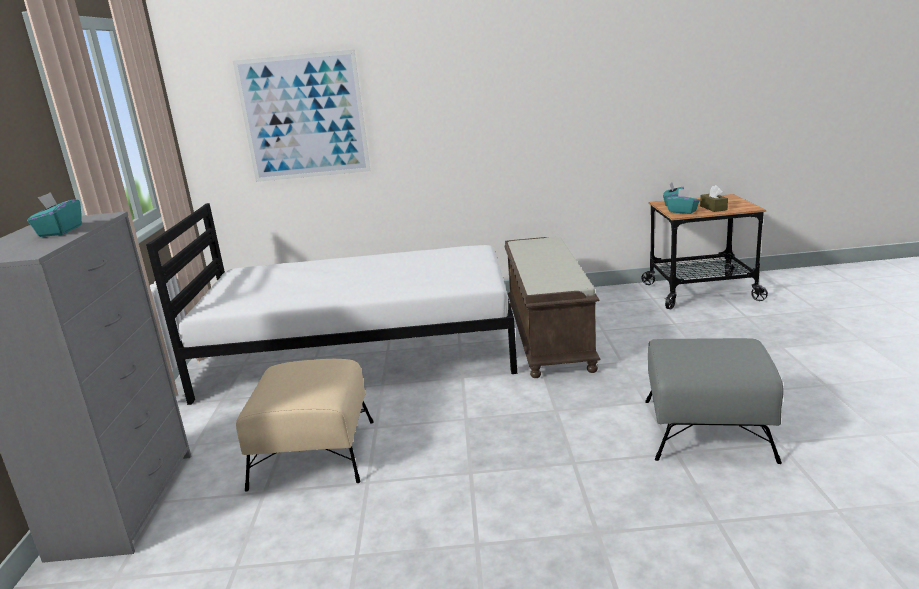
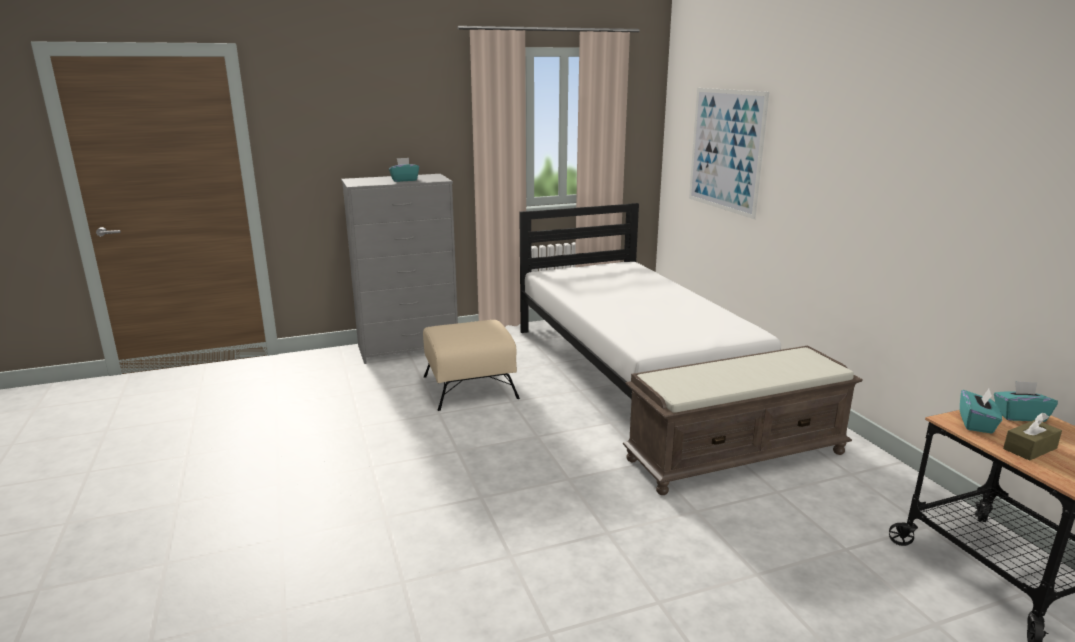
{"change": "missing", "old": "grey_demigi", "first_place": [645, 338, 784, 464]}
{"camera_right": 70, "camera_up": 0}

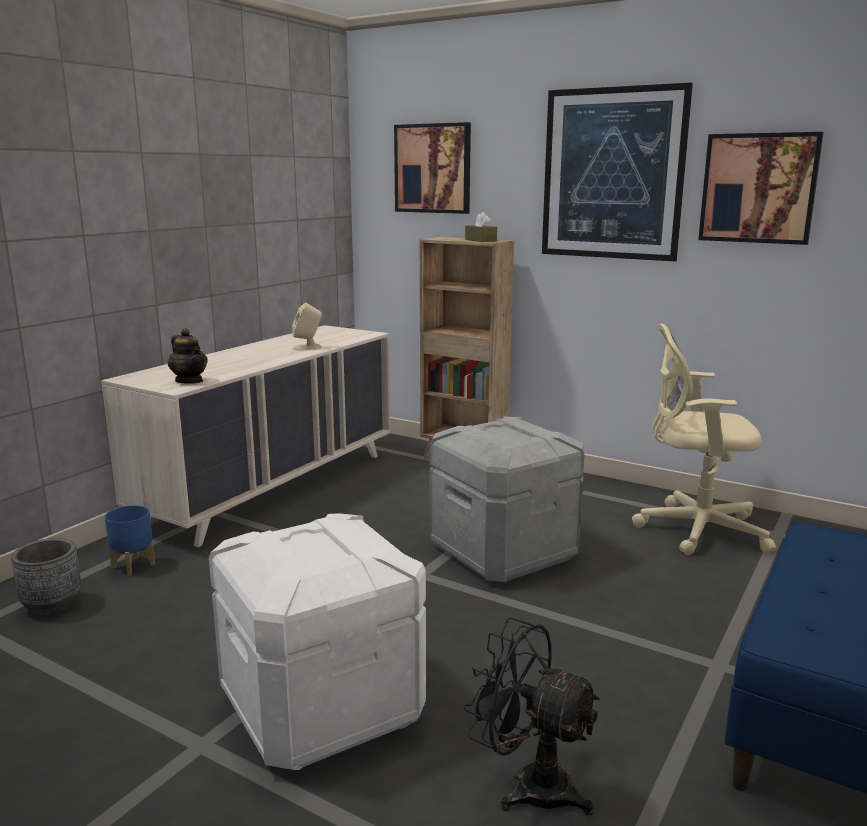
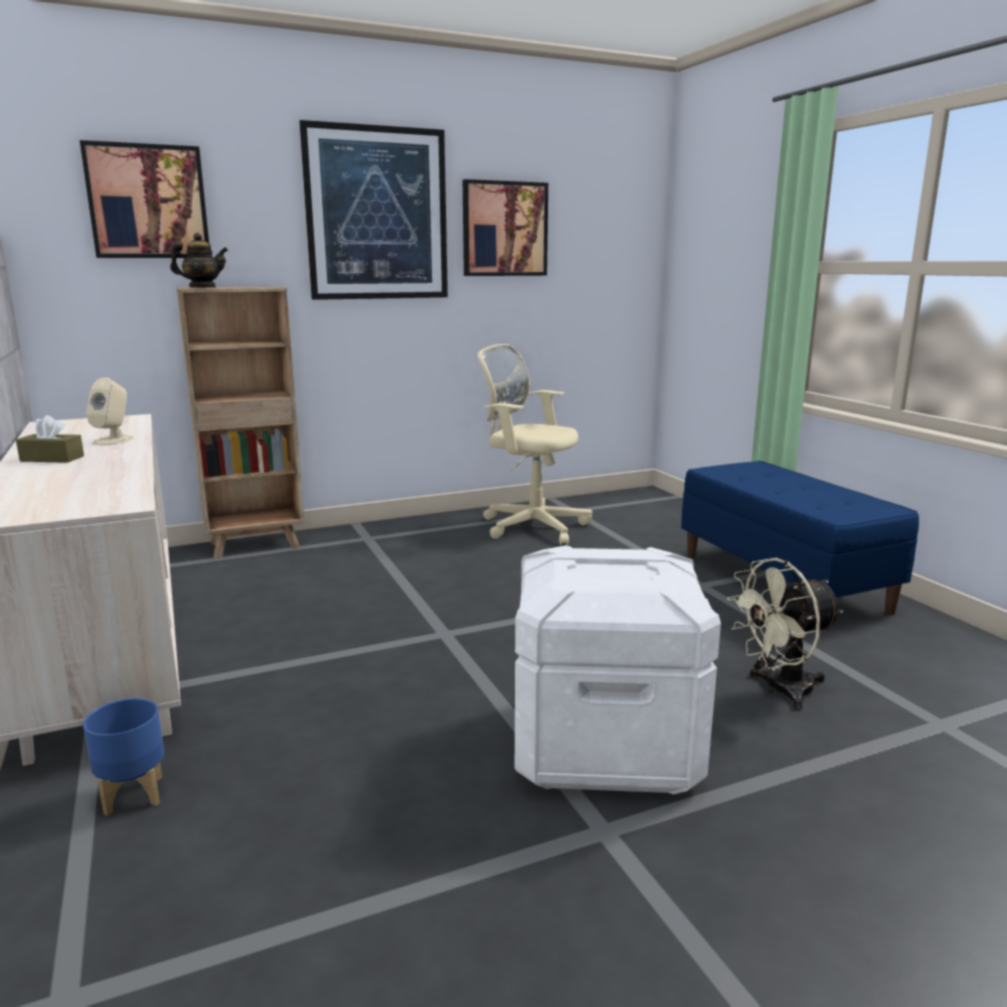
{"change": "missing", "old": "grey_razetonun", "first_place": [11, 538, 81, 616]}
{"change": "missing", "old": "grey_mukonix", "first_place": [430, 416, 585, 582]}
{"change": "relocated", "old": "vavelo", "first_place": [168, 328, 208, 384], "second_place": [170, 233, 228, 288]}
{"change": "relocated", "old": "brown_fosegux", "first_place": [465, 212, 497, 242], "second_place": [16, 415, 84, 463]}
{"change": "colour", "old": "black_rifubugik", "new": "beige_rifubugik", "first_place": [463, 617, 600, 815], "second_place": [727, 558, 843, 710]}
{"change": "spun", "old": "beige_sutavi", "first_place": [632, 323, 776, 555], "second_place": [477, 344, 592, 545], "degrees": 75}
{"camera_right": -55, "camera_up": 0}

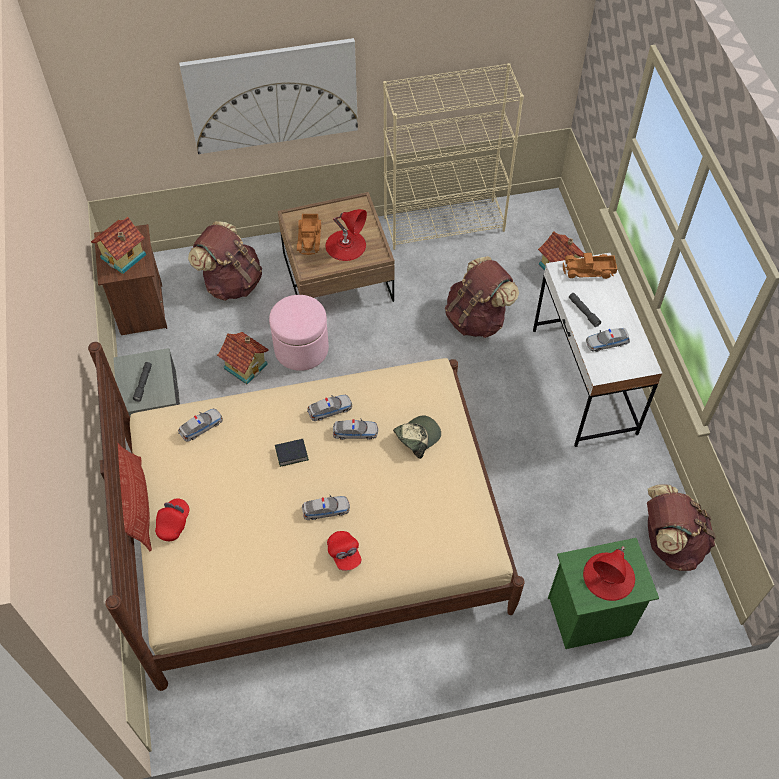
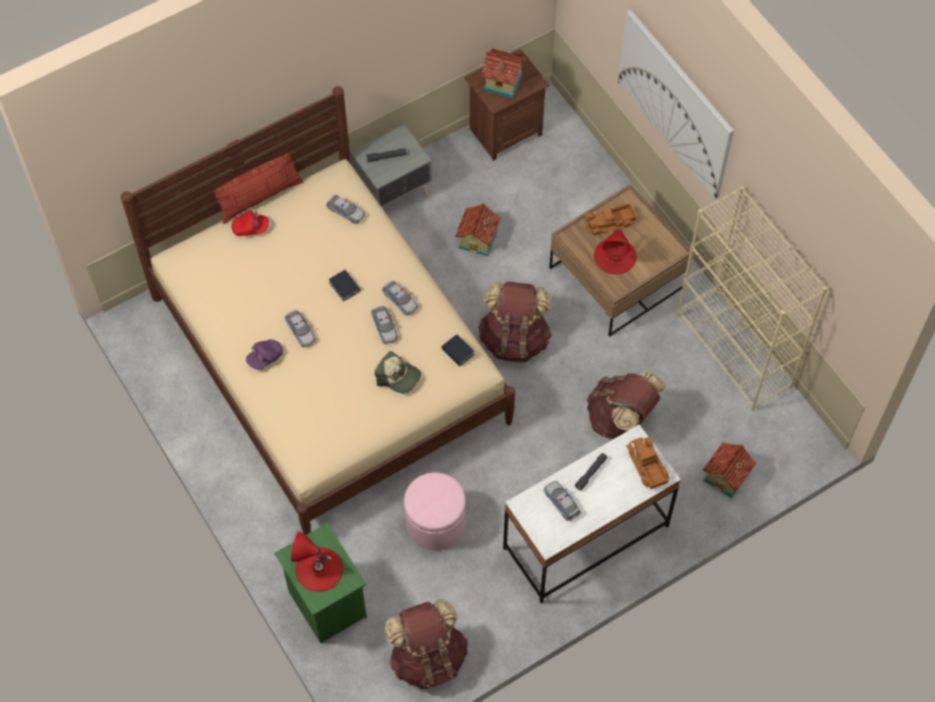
{"change": "appeared", "new": "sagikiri", "second_place": [441, 335, 475, 366]}
{"change": "relocated", "old": "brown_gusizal", "first_place": [188, 221, 262, 301], "second_place": [478, 282, 552, 362]}
{"change": "relocated", "old": "pink_demigi", "first_place": [269, 295, 329, 371], "second_place": [404, 472, 466, 550]}
{"change": "colour", "old": "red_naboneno", "new": "purple_naboneno", "first_place": [327, 531, 361, 571], "second_place": [246, 339, 283, 370]}
{"camera_right": 70, "camera_up": 5}

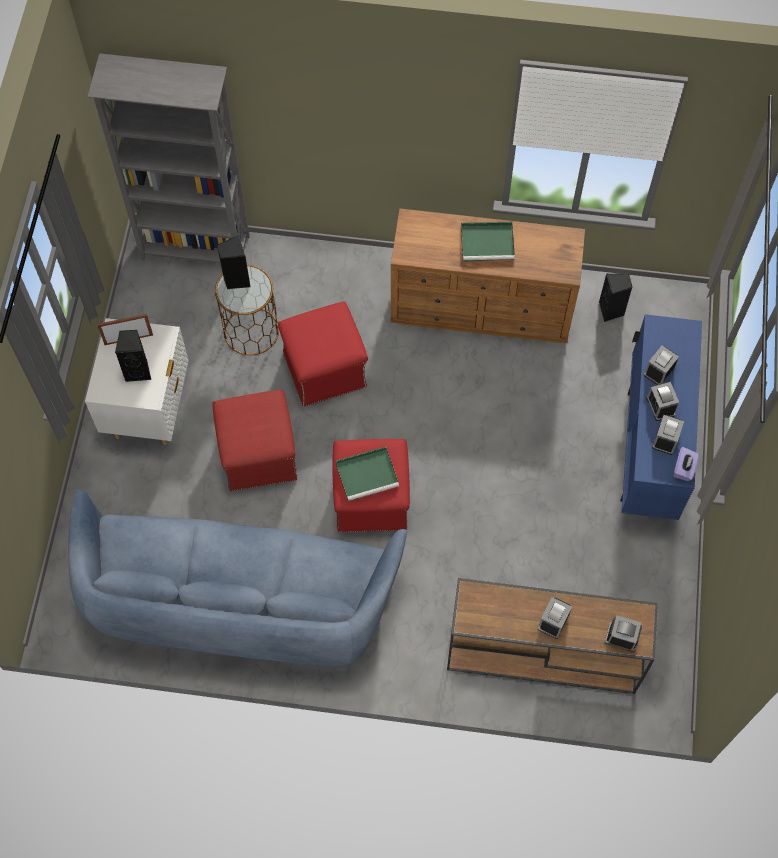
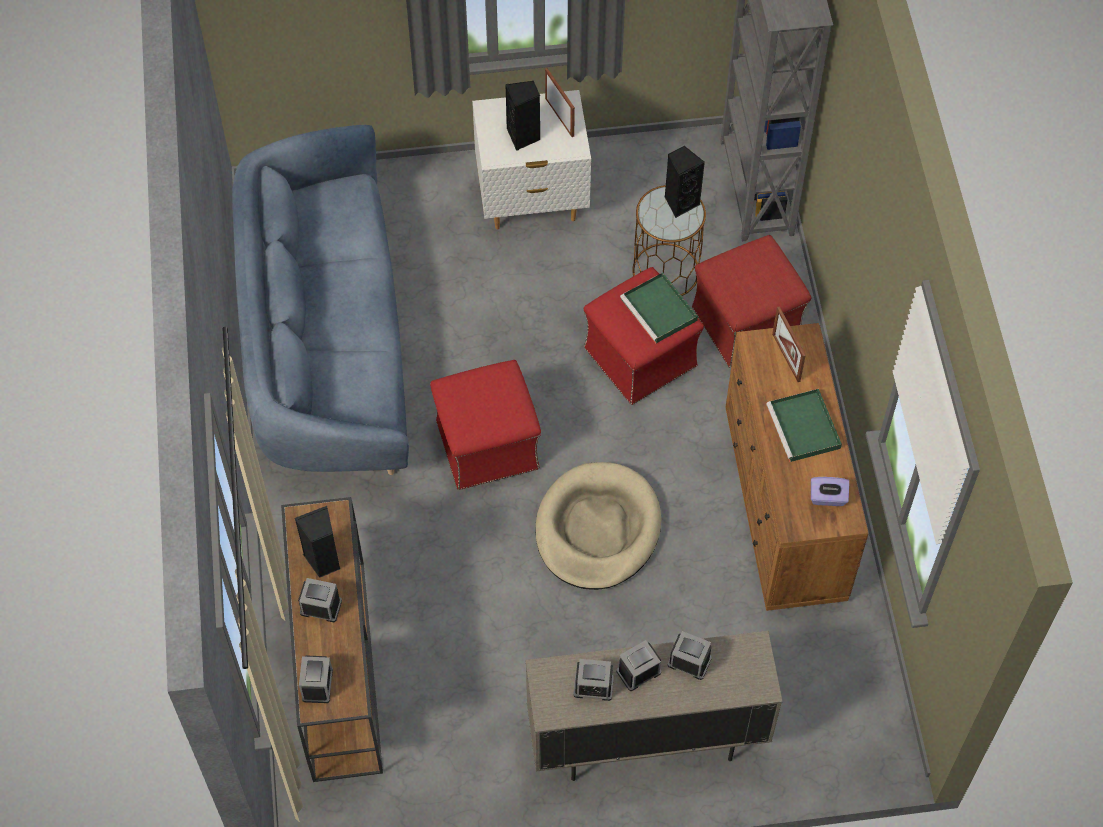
{"change": "appeared", "new": "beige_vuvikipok", "second_place": [535, 462, 662, 590]}
{"change": "appeared", "new": "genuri", "second_place": [772, 306, 806, 382]}
{"change": "relocated", "old": "red_demigi", "first_place": [212, 390, 298, 491], "second_place": [692, 235, 811, 368]}
{"change": "relocated", "old": "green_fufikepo", "first_place": [335, 446, 399, 501], "second_place": [620, 272, 698, 344]}
{"change": "relocated", "old": "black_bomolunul", "first_place": [599, 273, 633, 322], "second_place": [294, 506, 340, 578]}
{"change": "relocated", "old": "purple_fosegux", "first_place": [674, 447, 699, 481], "second_place": [811, 477, 849, 506]}
{"change": "colour", "old": "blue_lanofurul", "new": "beige_lanofurul", "first_place": [620, 314, 702, 520], "second_place": [525, 631, 783, 781]}
{"camera_right": 75, "camera_up": -5}

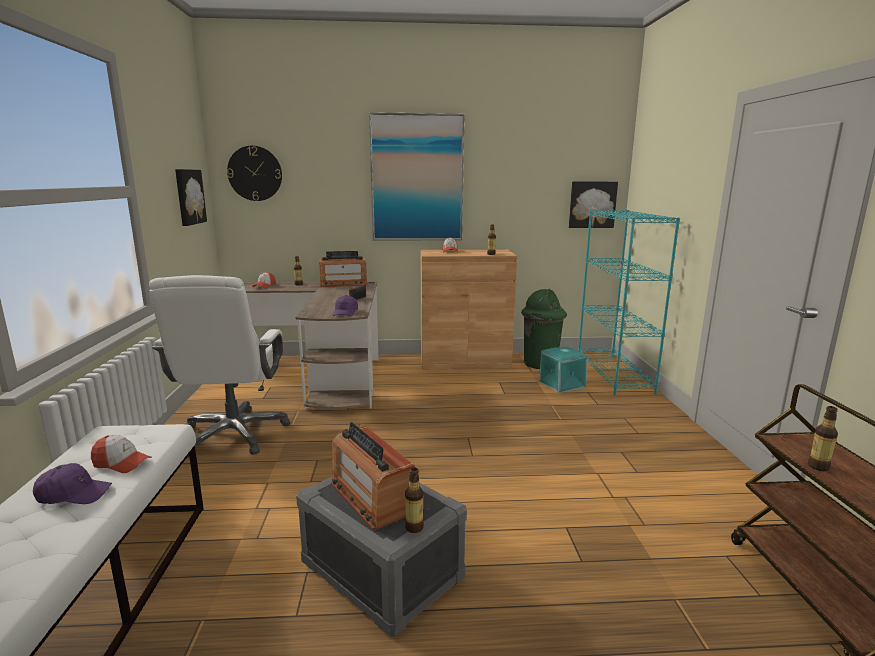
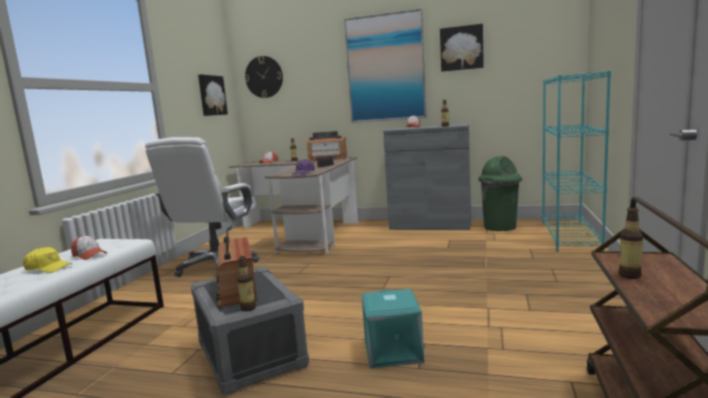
{"change": "relocated", "old": "turquoise_mukonix", "first_place": [539, 346, 588, 393], "second_place": [362, 289, 424, 369]}
{"change": "relocated", "old": "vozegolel", "first_place": [569, 181, 618, 228], "second_place": [440, 24, 484, 72]}
{"change": "colour", "old": "purple_naboneno", "new": "yellow_naboneno", "first_place": [33, 463, 112, 504], "second_place": [23, 247, 72, 273]}
{"change": "colour", "old": "brown_lanofurul", "new": "grey_lanofurul", "first_place": [421, 250, 517, 370], "second_place": [383, 124, 471, 230]}
{"camera_right": 20, "camera_up": -5}

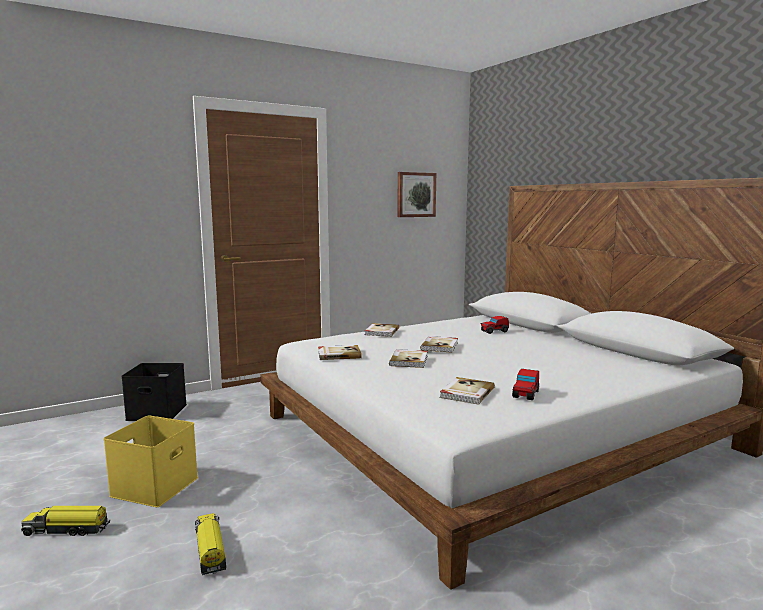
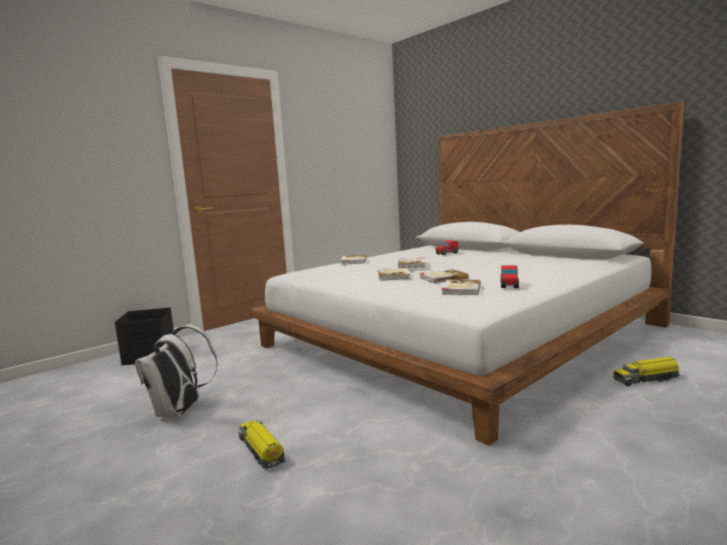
{"change": "missing", "old": "vozegolel", "first_place": [397, 172, 436, 217]}
{"change": "relocated", "old": "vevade", "first_place": [21, 506, 110, 536], "second_place": [613, 357, 680, 386]}
{"change": "relocated", "old": "sagikiri", "first_place": [318, 345, 362, 360], "second_place": [419, 269, 469, 283]}
{"change": "exchanged", "old": "yellow_mukonix", "new": "white_gusizal", "first_place": [103, 415, 198, 507], "second_place": [135, 325, 218, 417]}
{"camera_right": -10, "camera_up": 0}

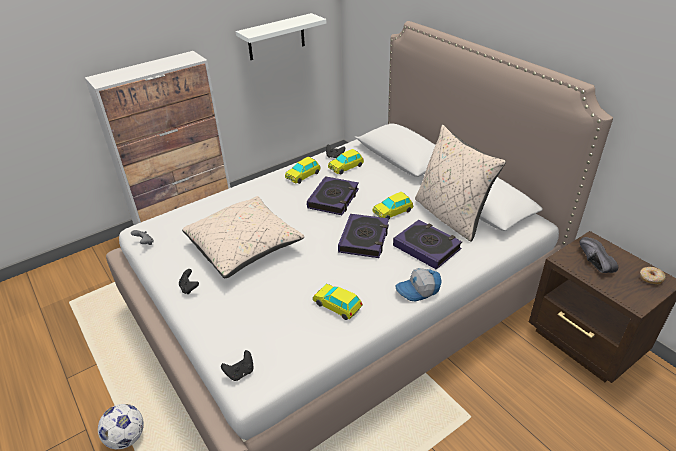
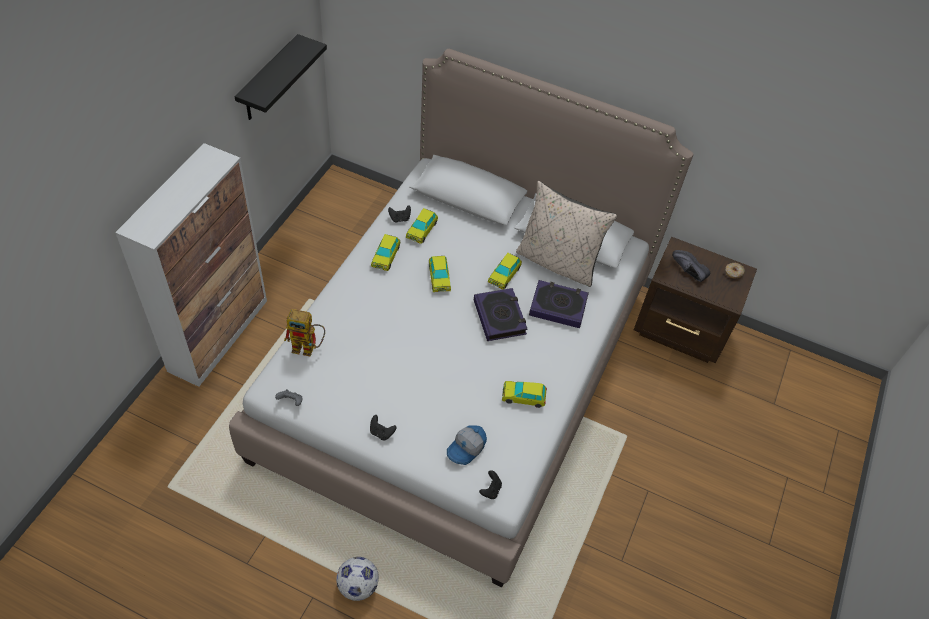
{"change": "missing", "old": "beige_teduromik", "first_place": [182, 196, 304, 278]}
{"change": "appeared", "new": "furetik", "second_place": [284, 309, 325, 357]}
{"change": "relocated", "old": "naboneno", "first_place": [396, 268, 442, 301], "second_place": [447, 425, 487, 465]}
{"change": "exchanged", "old": "sagikiri", "new": "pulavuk", "first_place": [307, 176, 359, 215], "second_place": [429, 256, 451, 292]}
{"change": "colour", "old": "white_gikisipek", "new": "black_gikisipek", "first_place": [236, 13, 326, 60], "second_place": [235, 34, 327, 120]}
{"camera_right": -35, "camera_up": 15}

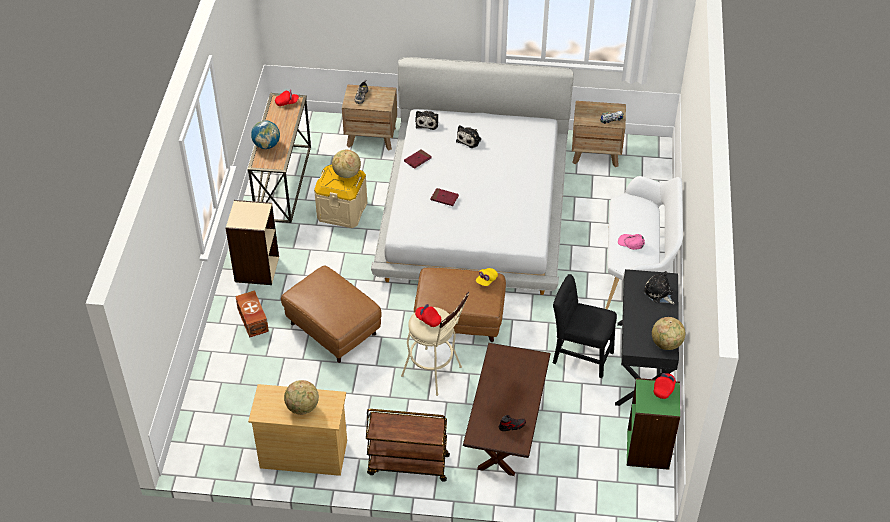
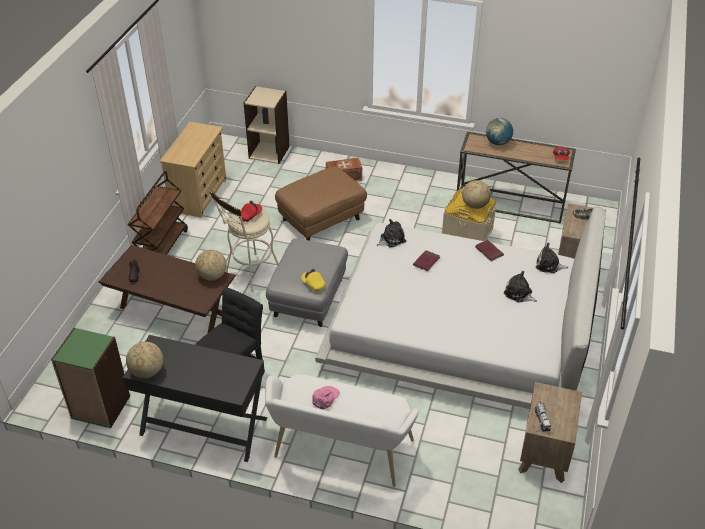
{"change": "missing", "old": "red_naboneno", "first_place": [653, 373, 676, 399]}
{"change": "relocated", "old": "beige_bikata", "first_place": [226, 200, 279, 285], "second_place": [244, 86, 290, 164]}
{"change": "relocated", "old": "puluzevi", "first_place": [284, 380, 319, 415], "second_place": [195, 250, 227, 280]}
{"change": "relocated", "old": "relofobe", "first_place": [643, 271, 675, 304], "second_place": [377, 219, 406, 247]}
{"change": "colour", "old": "brown_demigi", "new": "grey_demigi", "first_place": [414, 268, 506, 342], "second_place": [266, 238, 348, 327]}
{"camera_right": 100, "camera_up": -5}

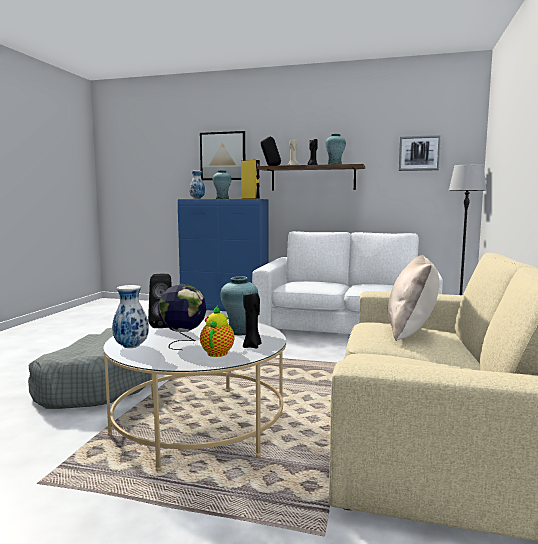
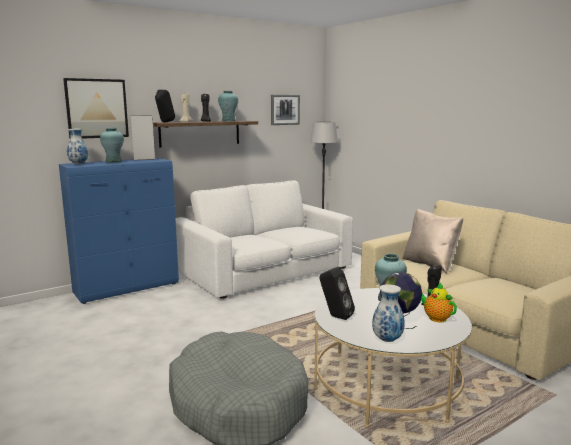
{"change": "colour", "old": "yellow_bomolunul", "new": "grey_bomolunul", "first_place": [241, 160, 260, 199], "second_place": [131, 116, 155, 160]}
{"camera_right": -50, "camera_up": 5}

